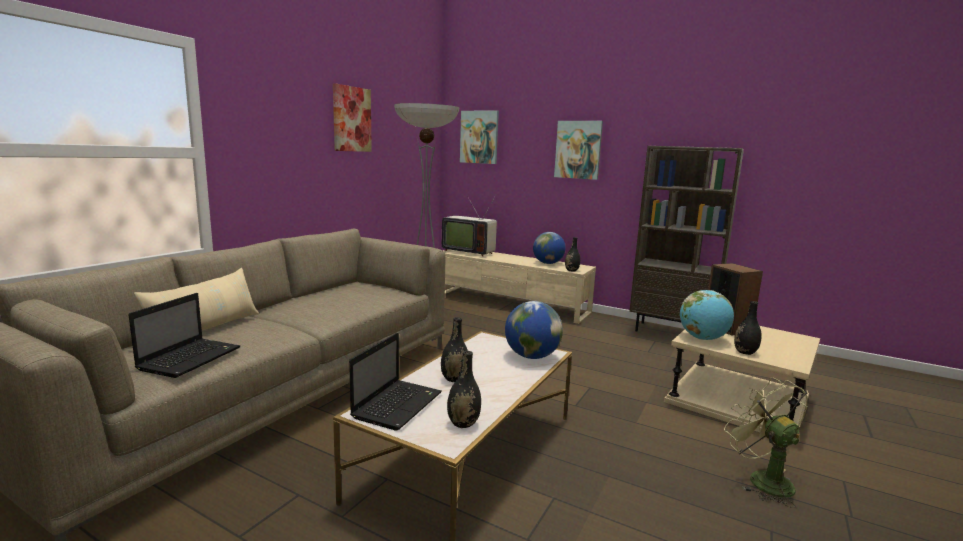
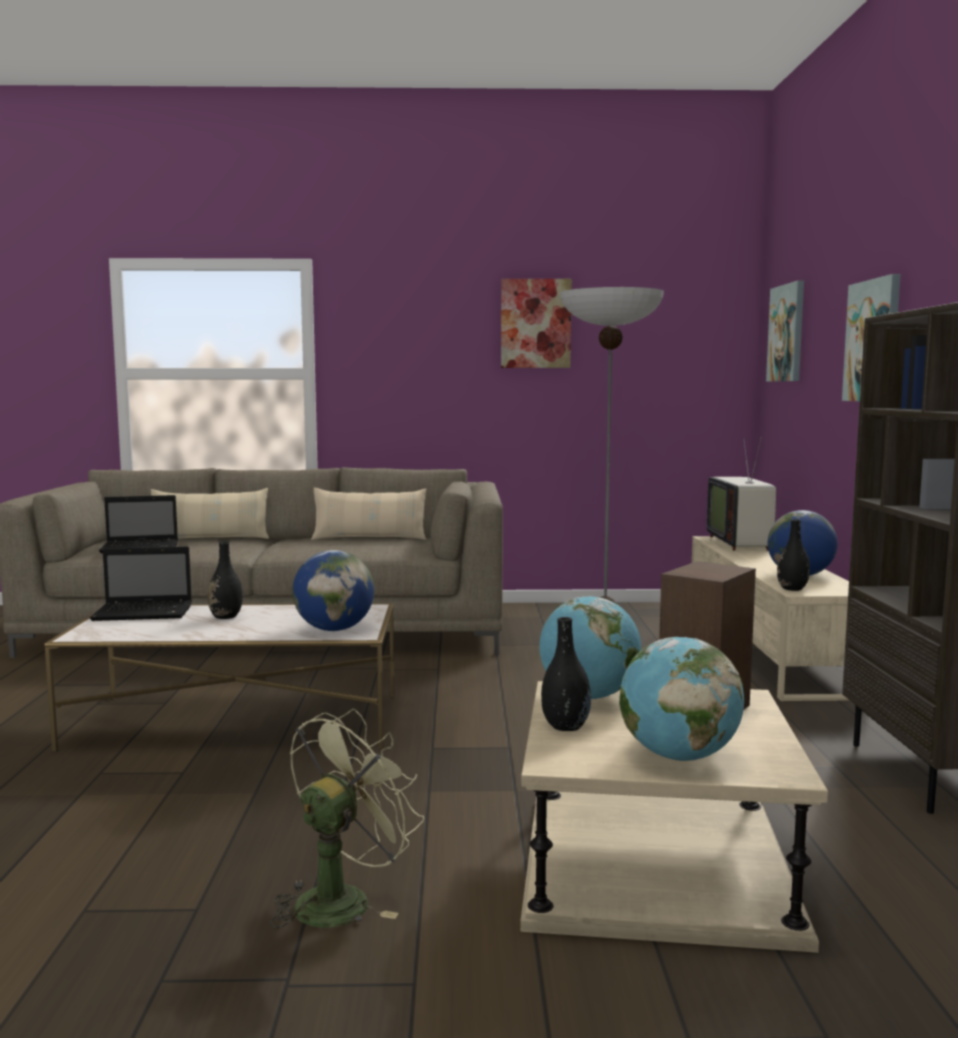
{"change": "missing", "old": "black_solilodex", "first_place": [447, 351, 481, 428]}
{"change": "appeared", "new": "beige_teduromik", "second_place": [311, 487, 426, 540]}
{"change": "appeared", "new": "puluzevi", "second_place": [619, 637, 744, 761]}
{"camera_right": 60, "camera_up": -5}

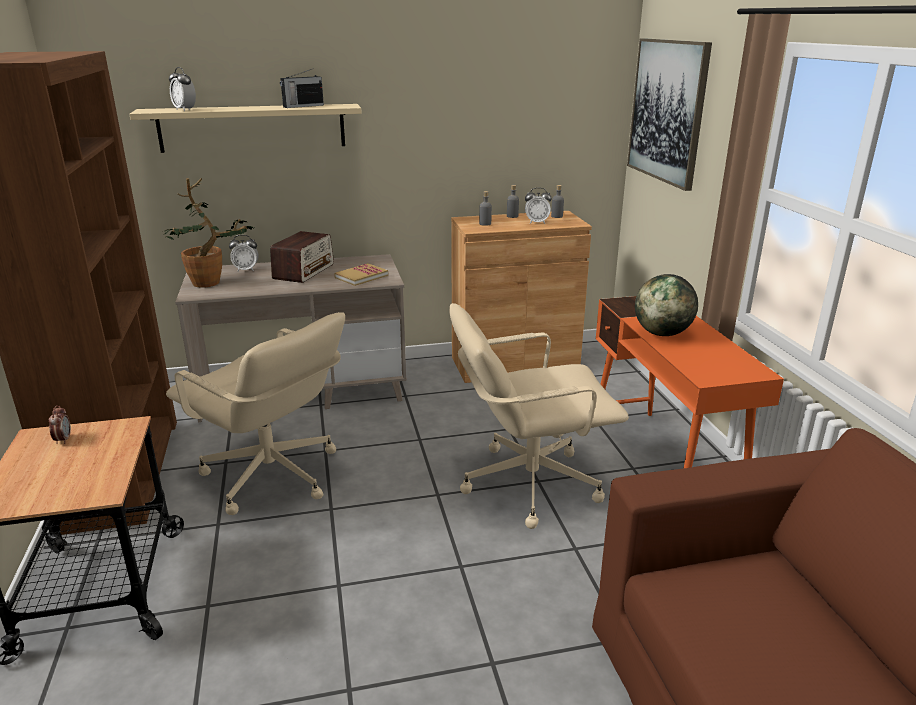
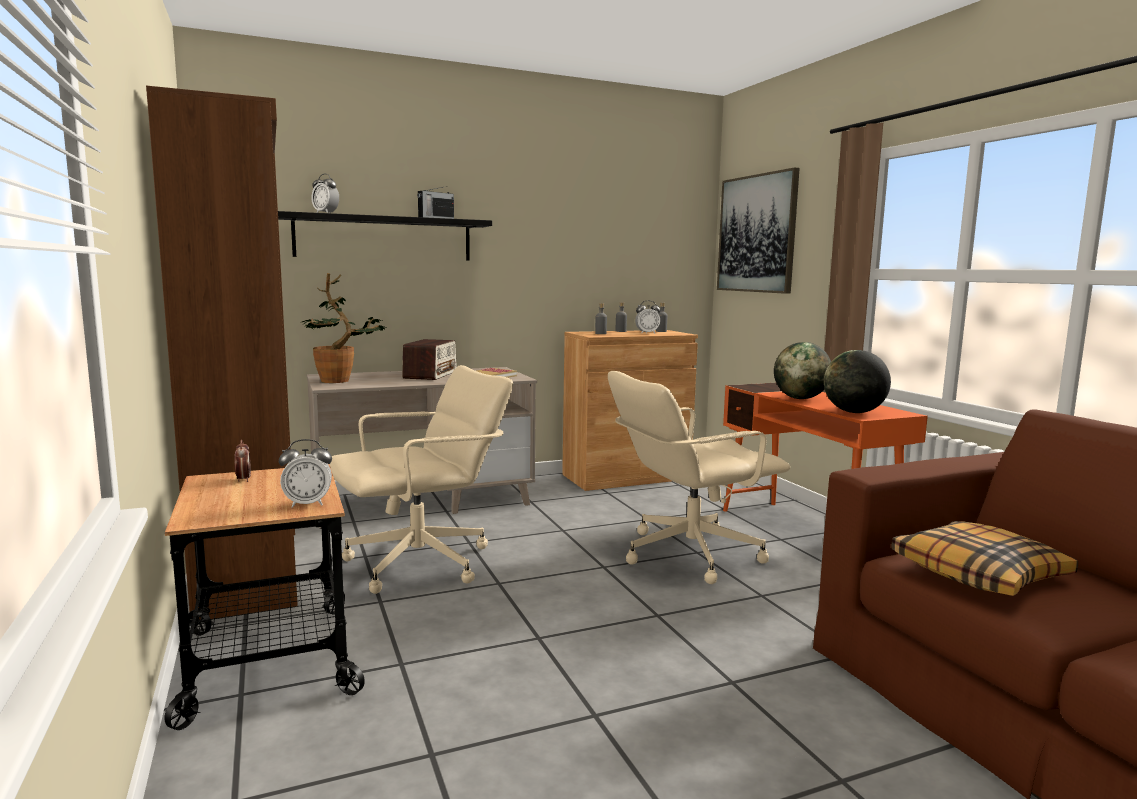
{"change": "appeared", "new": "puluzevi", "second_place": [824, 350, 891, 413]}
{"change": "appeared", "new": "teduromik", "second_place": [892, 521, 1078, 596]}
{"change": "relocated", "old": "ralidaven", "first_place": [229, 235, 259, 271], "second_place": [279, 439, 332, 508]}
{"change": "colour", "old": "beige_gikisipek", "new": "black_gikisipek", "first_place": [129, 104, 362, 153], "second_place": [278, 211, 492, 260]}
{"change": "spun", "old": "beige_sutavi", "first_place": [166, 312, 345, 515], "second_place": [330, 365, 513, 594], "degrees": -60}
{"camera_right": -10, "camera_up": -15}

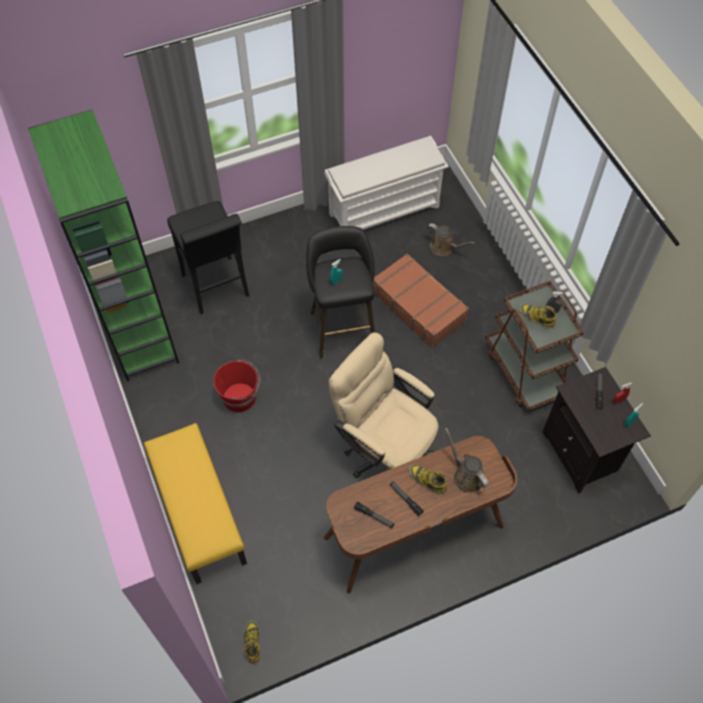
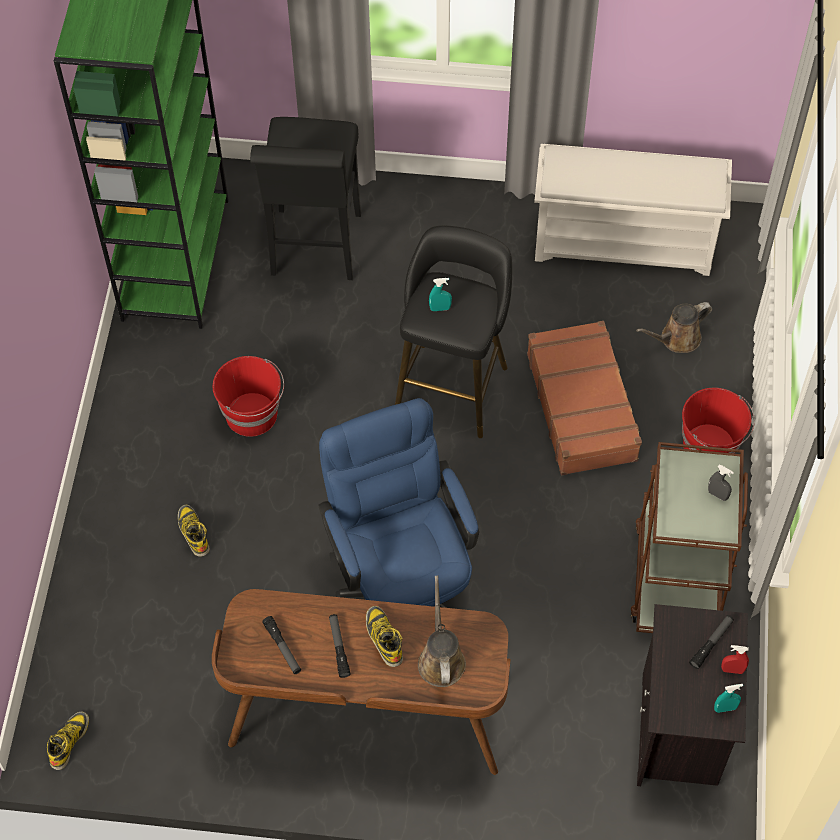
{"change": "missing", "old": "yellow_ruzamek", "first_place": [144, 423, 247, 584]}
{"change": "appeared", "new": "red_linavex", "second_place": [682, 388, 755, 454]}
{"change": "relocated", "old": "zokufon", "first_place": [519, 304, 556, 329], "second_place": [178, 505, 209, 557]}
{"change": "colour", "old": "beige_sutavi", "new": "blue_sutavi", "first_place": [329, 332, 438, 478], "second_place": [318, 398, 479, 608]}
{"change": "spun", "old": "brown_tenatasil", "first_place": [427, 223, 475, 256], "second_place": [636, 302, 712, 353], "degrees": 90}
{"camera_right": 30, "camera_up": 0}

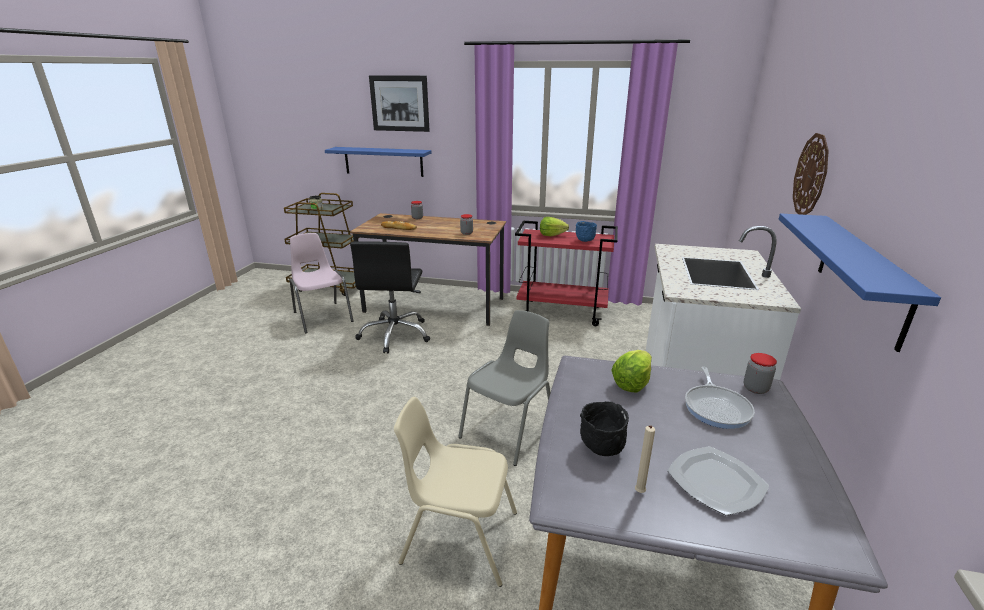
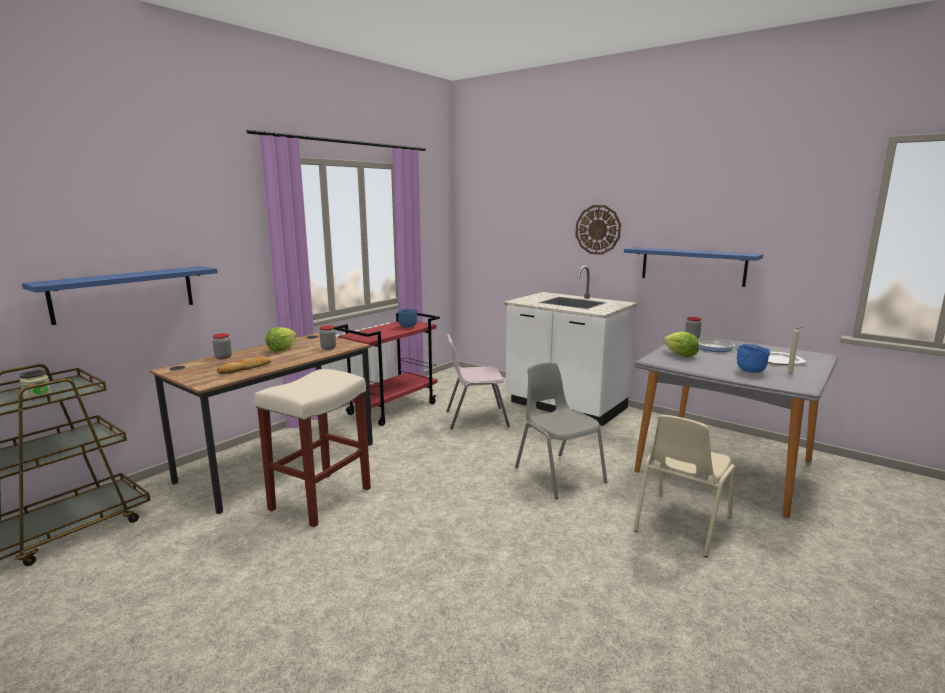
{"change": "missing", "old": "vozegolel", "first_place": [369, 75, 430, 132]}
{"change": "relocated", "old": "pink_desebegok", "first_place": [289, 233, 353, 333], "second_place": [447, 334, 510, 429]}
{"change": "relocated", "old": "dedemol", "first_place": [540, 217, 569, 236], "second_place": [265, 327, 297, 352]}
{"change": "exchanged", "old": "black_sutavi", "new": "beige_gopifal", "first_place": [350, 241, 430, 353], "second_place": [254, 369, 371, 527]}
{"change": "colour", "old": "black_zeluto", "new": "blue_zeluto", "first_place": [580, 401, 629, 456], "second_place": [737, 344, 770, 373]}
{"camera_right": -65, "camera_up": -10}

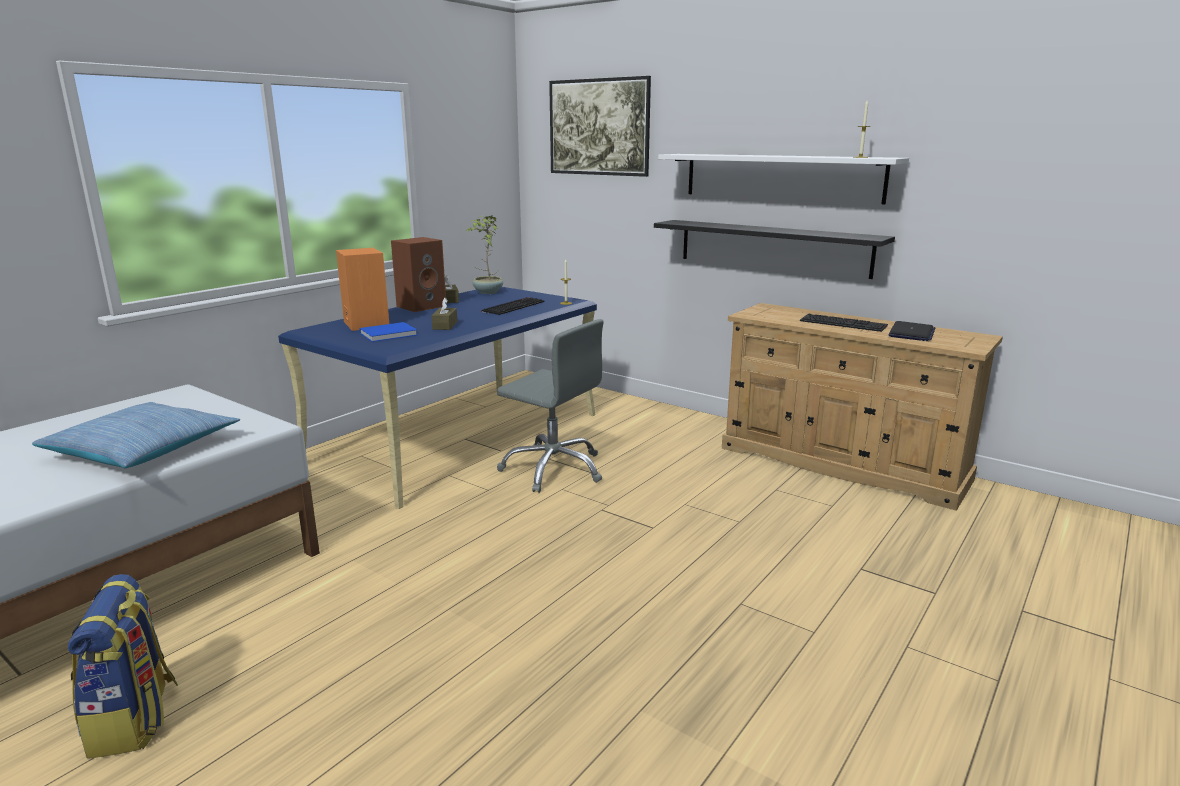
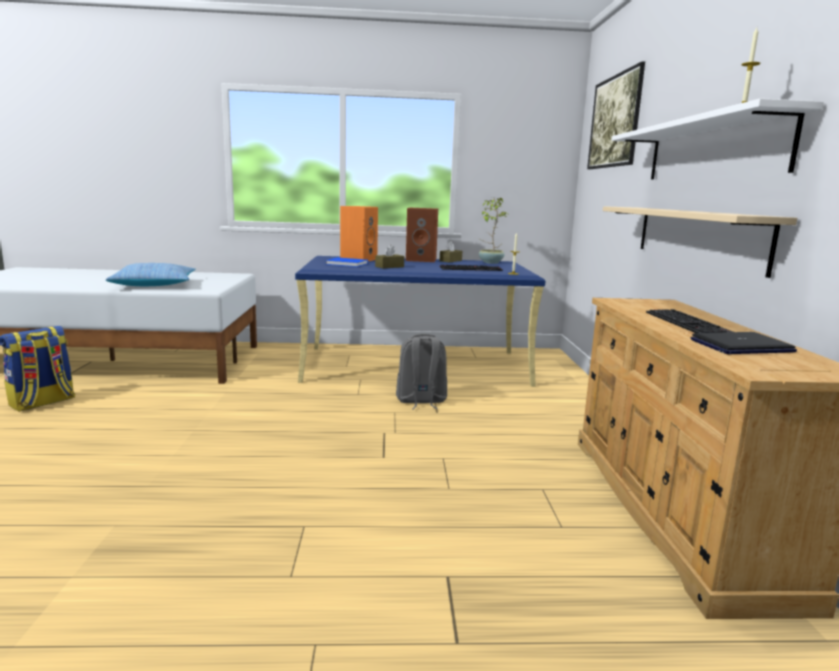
{"change": "exchanged", "old": "grey_sutavi", "new": "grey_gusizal", "first_place": [497, 319, 604, 493], "second_place": [396, 334, 447, 409]}
{"change": "colour", "old": "black_gikisipek", "new": "beige_gikisipek", "first_place": [654, 220, 895, 279], "second_place": [603, 206, 797, 278]}
{"camera_right": 50, "camera_up": -5}

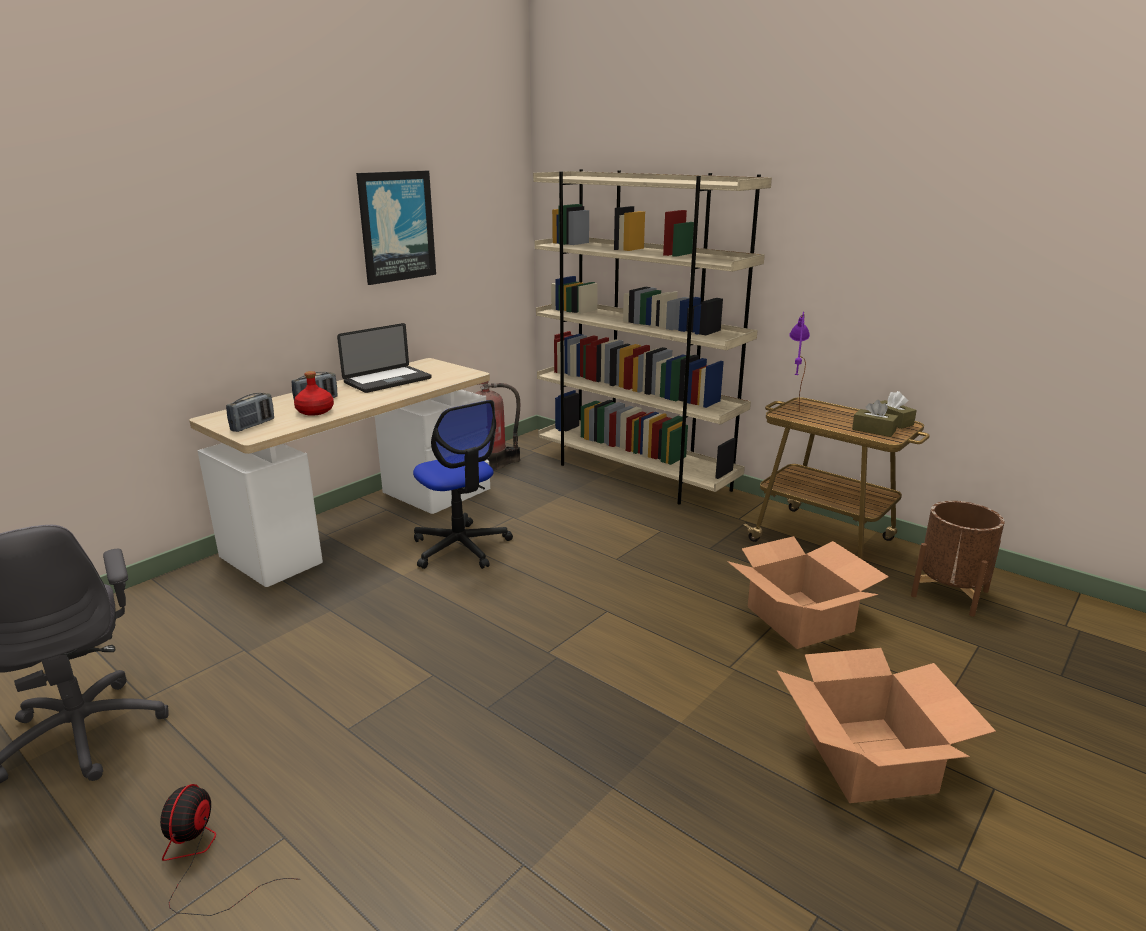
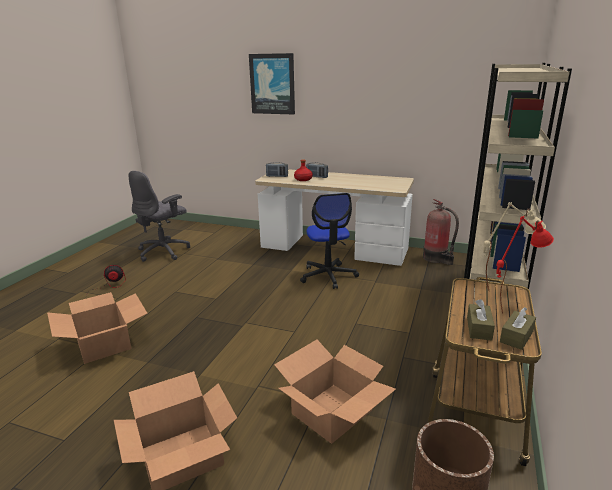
{"change": "missing", "old": "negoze", "first_place": [337, 323, 431, 393]}
{"change": "appeared", "new": "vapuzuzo", "second_place": [47, 292, 148, 364]}
{"change": "appeared", "new": "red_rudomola", "second_place": [496, 216, 554, 314]}
{"change": "relocated", "old": "vozegolel", "first_place": [356, 171, 436, 285], "second_place": [249, 53, 295, 115]}
{"change": "colour", "old": "purple_rudomola", "new": "beige_rudomola", "first_place": [790, 312, 810, 411], "second_place": [483, 202, 546, 291]}
{"change": "spun", "old": "sutavi", "first_place": [413, 400, 513, 569], "second_place": [300, 193, 359, 289], "degrees": -45}
{"camera_right": 70, "camera_up": 0}

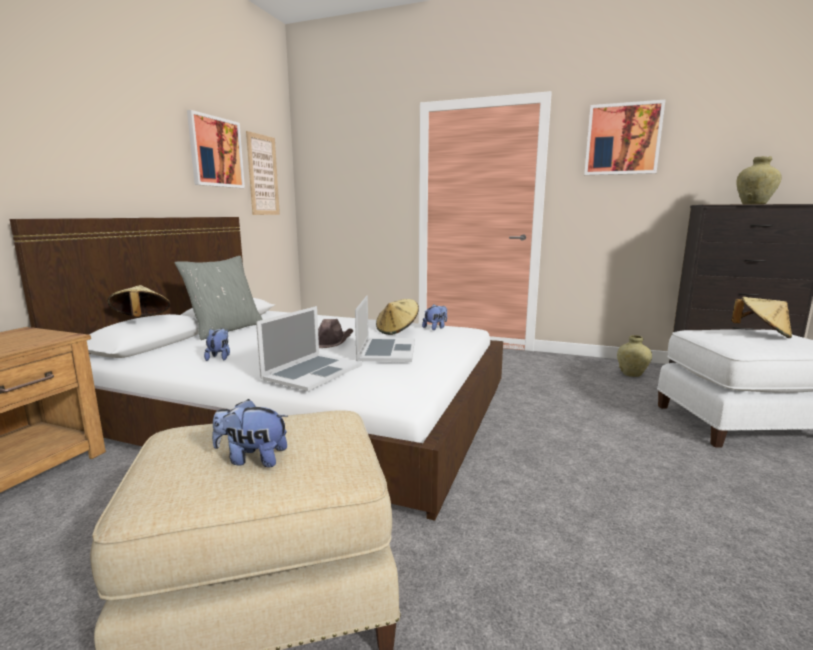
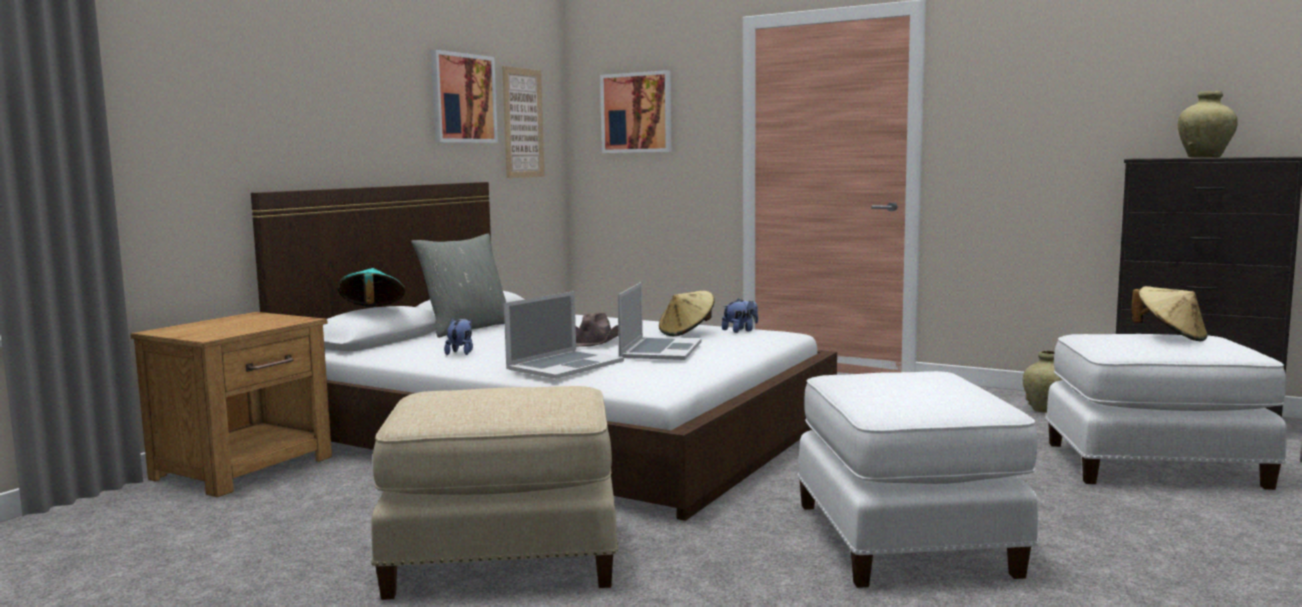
{"change": "missing", "old": "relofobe", "first_place": [212, 399, 288, 467]}
{"change": "appeared", "new": "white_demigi", "second_place": [797, 371, 1038, 588]}
{"change": "relocated", "old": "vozegolel", "first_place": [584, 99, 666, 175], "second_place": [600, 70, 671, 153]}
{"change": "colour", "old": "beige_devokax", "new": "turquoise_devokax", "first_place": [108, 285, 170, 317], "second_place": [337, 268, 405, 307]}
{"camera_right": 10, "camera_up": -5}

